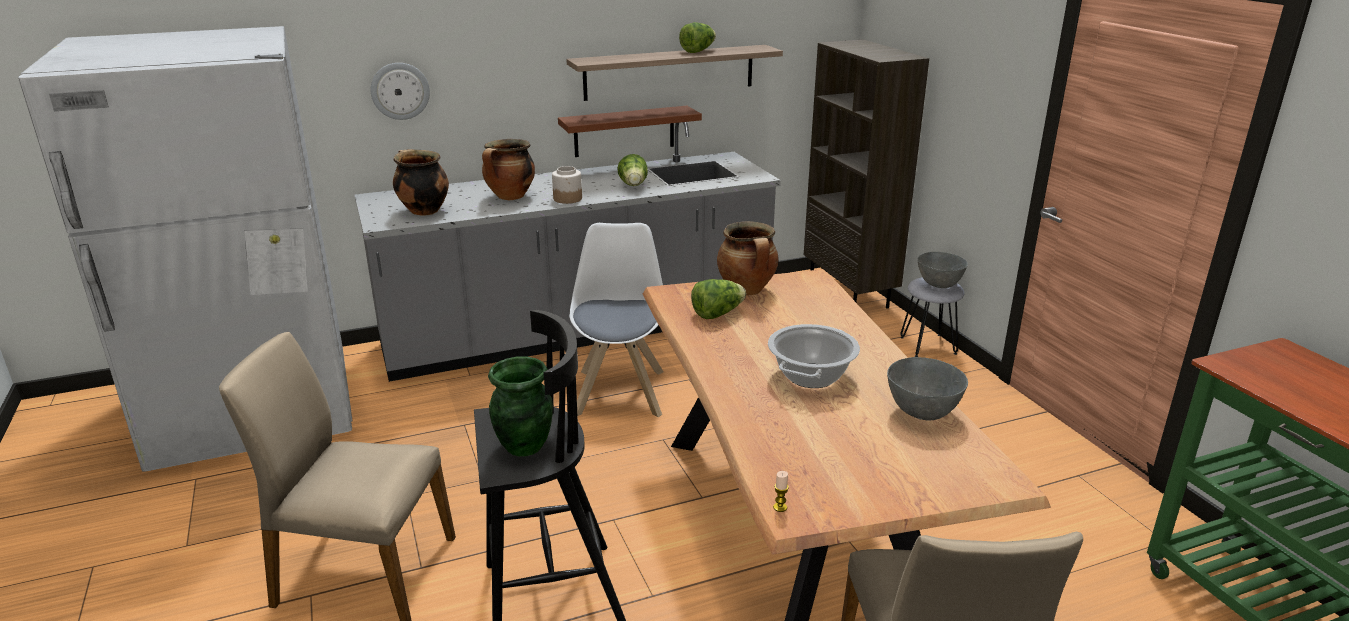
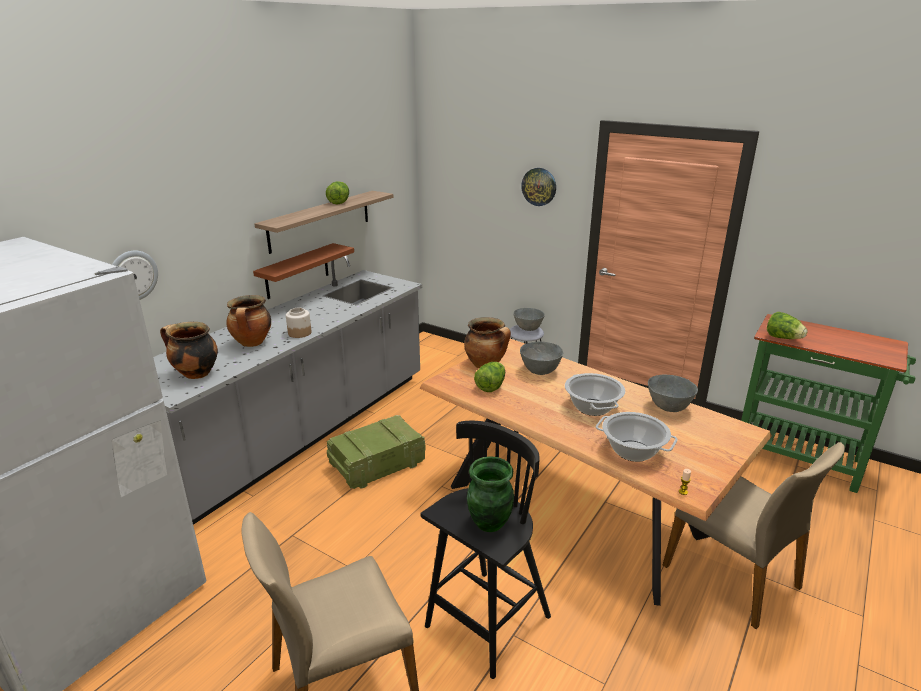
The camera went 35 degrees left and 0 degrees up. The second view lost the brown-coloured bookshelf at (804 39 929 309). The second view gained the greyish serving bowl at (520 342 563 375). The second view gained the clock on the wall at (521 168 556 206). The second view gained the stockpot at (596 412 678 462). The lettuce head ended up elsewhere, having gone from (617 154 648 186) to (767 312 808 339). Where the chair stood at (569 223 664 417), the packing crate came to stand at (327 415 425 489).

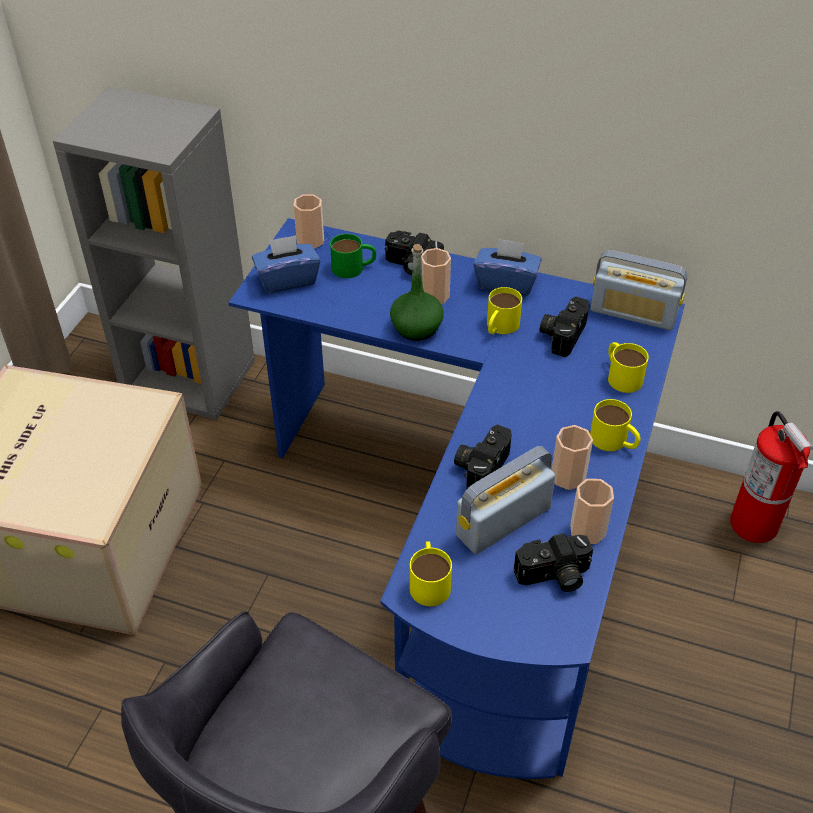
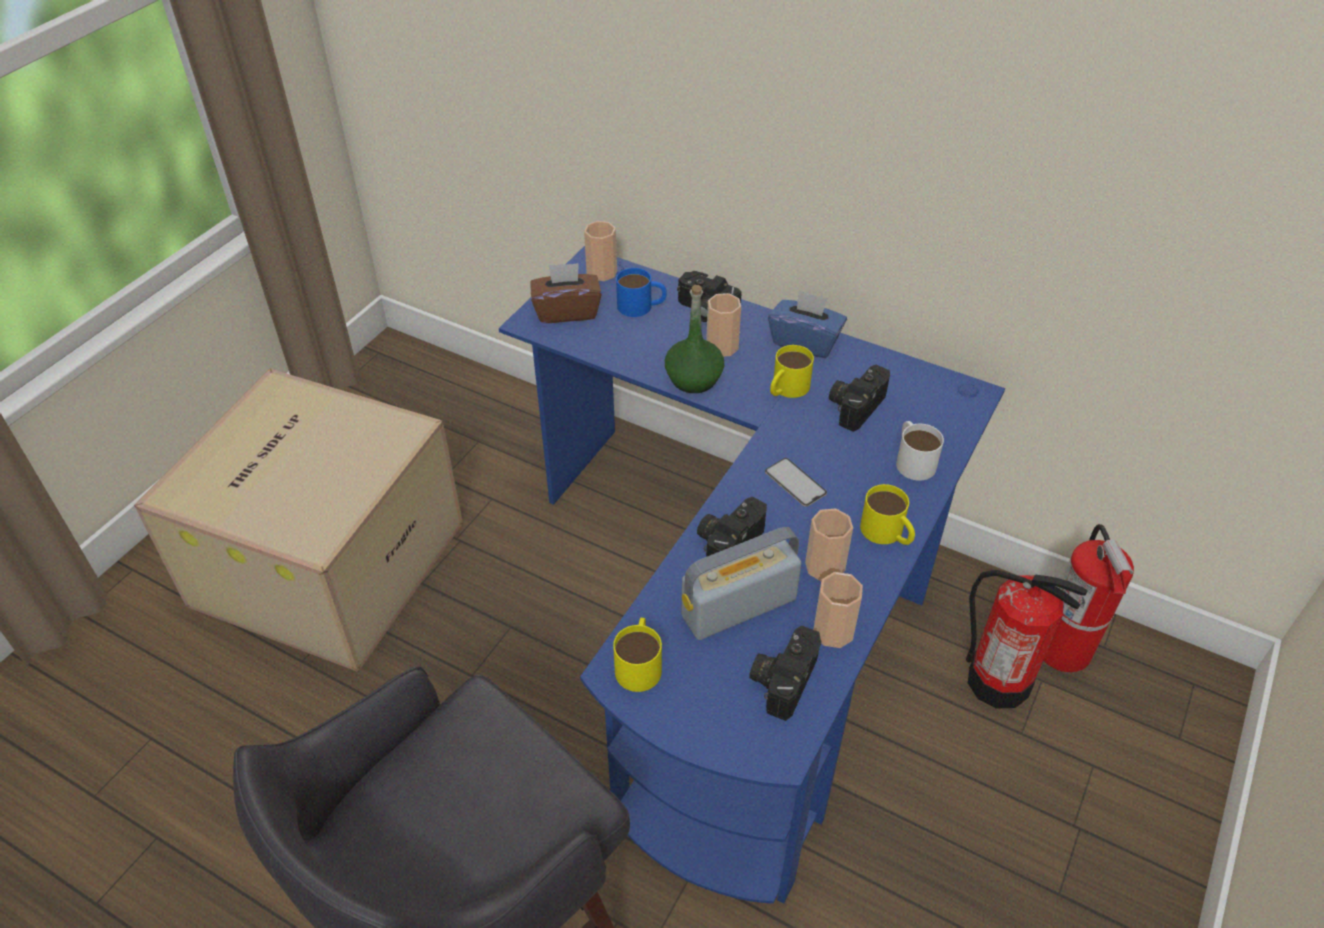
The camera went 10 degrees right and 0 degrees up. The second view lost the greyish bookshelf at (53 87 255 420). The second view lost the radio set at (591 250 687 330). The second view gained the telephone at (765 458 827 507). The second view gained the fire-fighting cylinder at (966 570 1088 709). What was the blue-coloured box of tissues at (252 235 320 293) turned into the brown-coloured box of tissues at (530 263 602 323). What was the greenish mug at (330 234 376 278) turned into the blue-coloured mug at (616 268 667 317). What was the yellow-coloured mug at (608 342 649 393) turned into the whitish mug at (896 421 944 481). The photo camera at (514 533 593 592) ended up facing another way, 120 degrees clockwise from before.

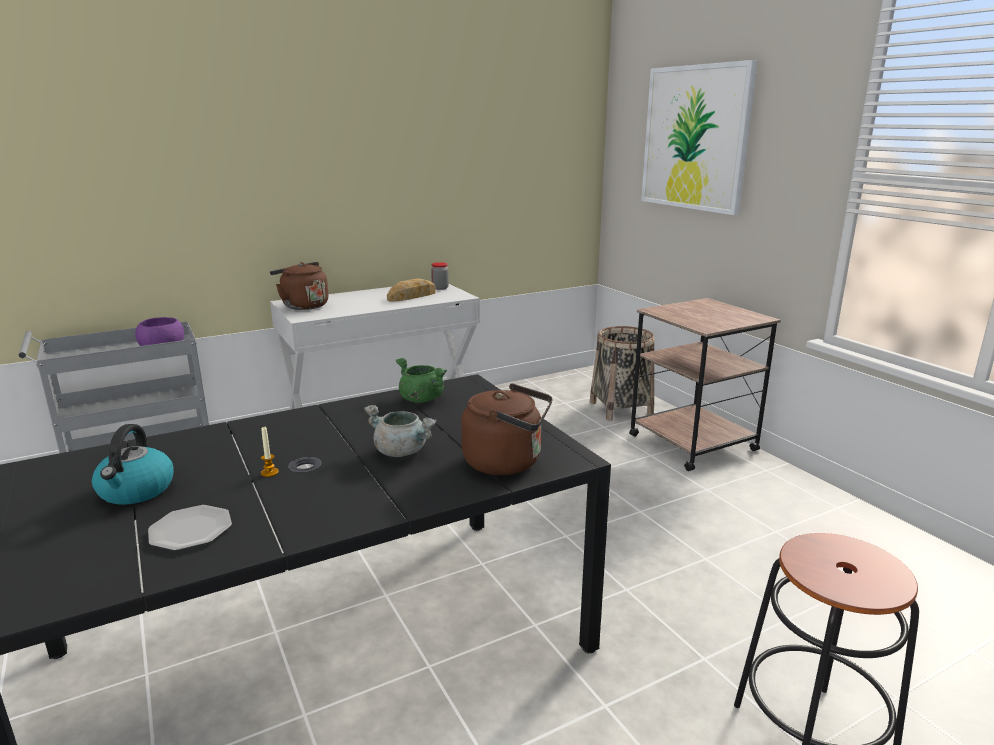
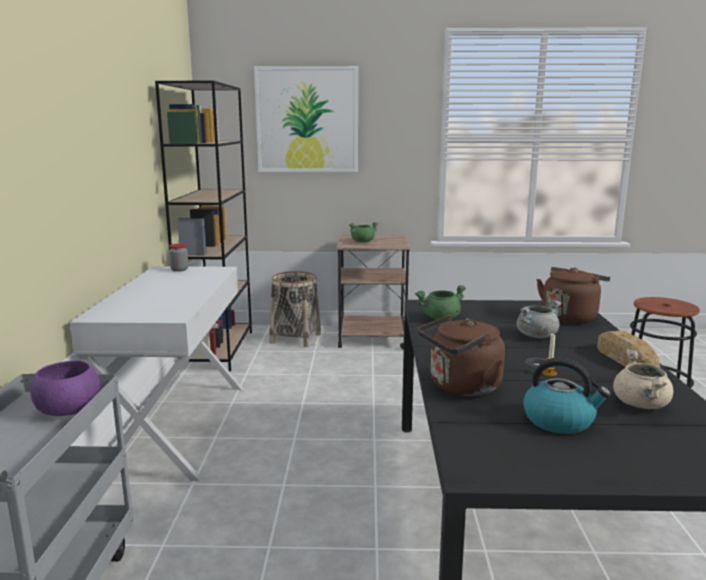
The camera went 60 degrees left and 5 degrees down. The second view gained the beige-coloured bookshelf at (155 81 252 371). The second view gained the greenish stockpot at (349 222 379 242). The brown-coloured kettle ended up elsewhere, having gone from (270 262 329 310) to (418 315 505 396). The bakery bread ended up elsewhere, having gone from (387 278 436 302) to (597 331 661 368). Where the dinner plate stood at (148 505 232 551), the beige-coloured stockpot came to stand at (613 349 673 409).

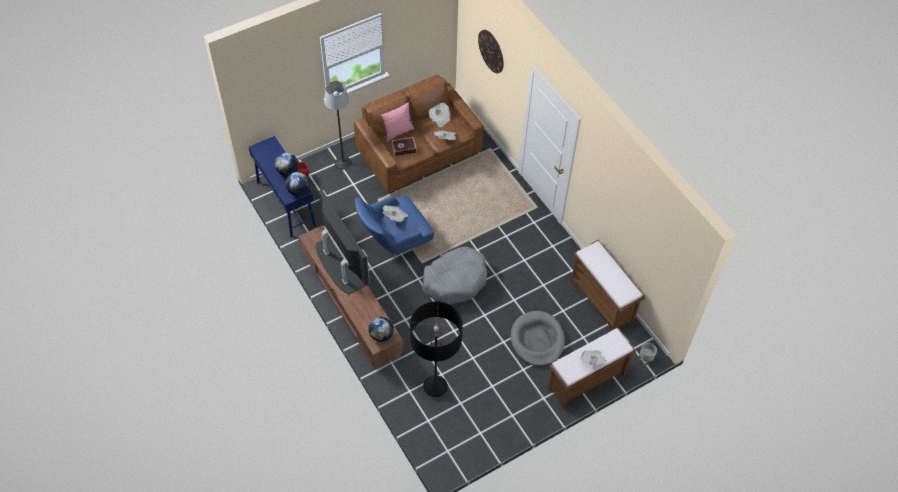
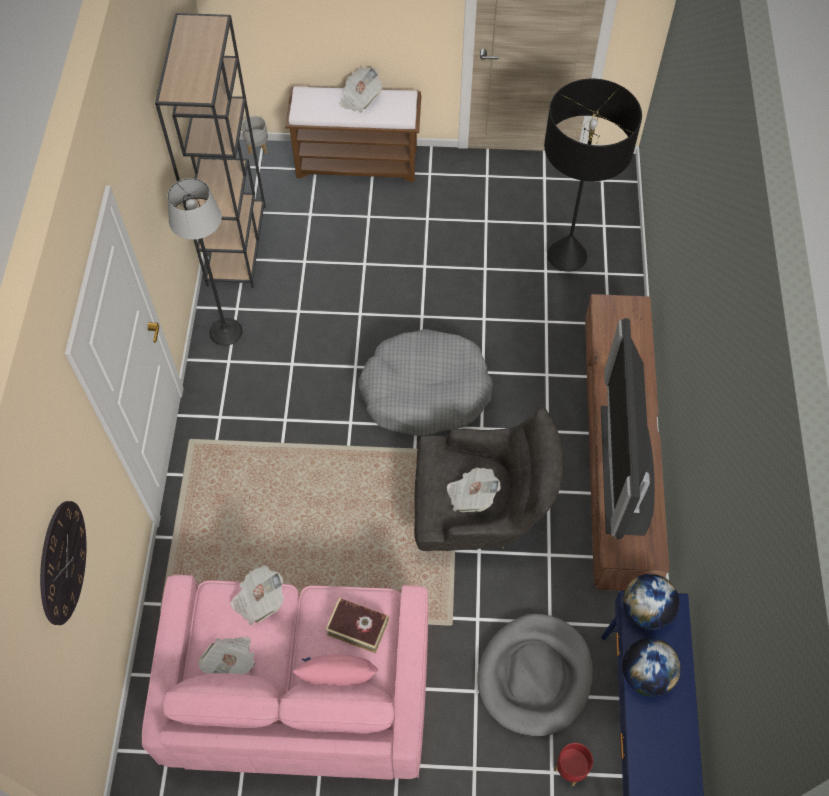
The camera went 145 degrees left and 5 degrees up. The second view lost the desk globe at (368 317 394 342). The floor lamp ended up elsewhere, having gone from (324 81 352 170) to (167 178 242 346). The greyish dog bed ended up elsewhere, having gone from (511 311 565 366) to (478 614 593 736). Where the brown-coloured long seat stood at (571 240 645 331), the bookshelf came to stand at (155 13 266 288). What was the brown-coloured settee at (354 74 484 193) turned into the pinkish settee at (142 575 428 780). What was the blue-coloured easy chair at (355 195 434 261) turned into the greyish easy chair at (414 408 564 551).

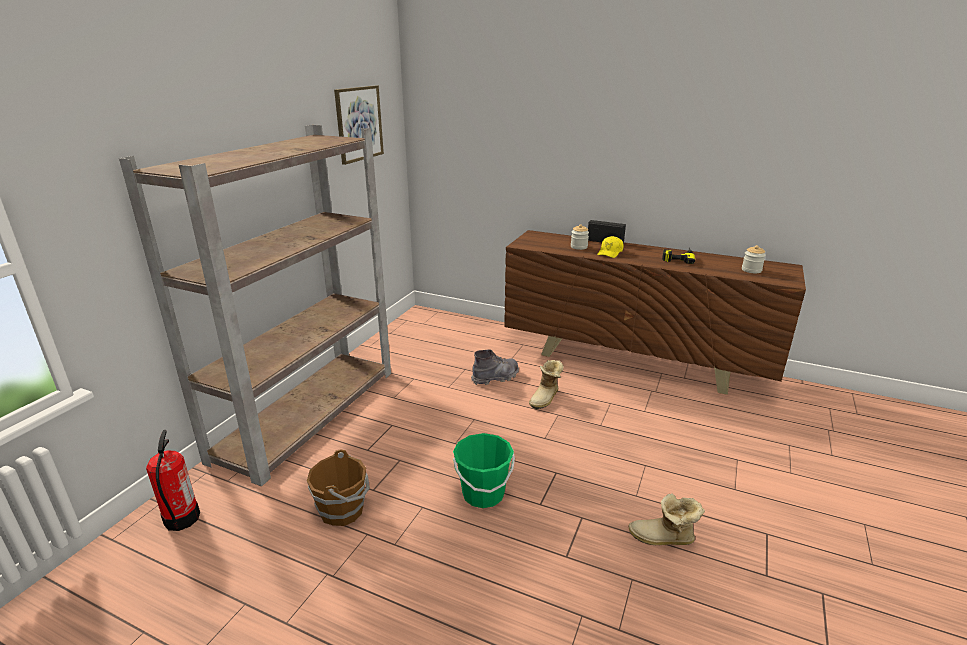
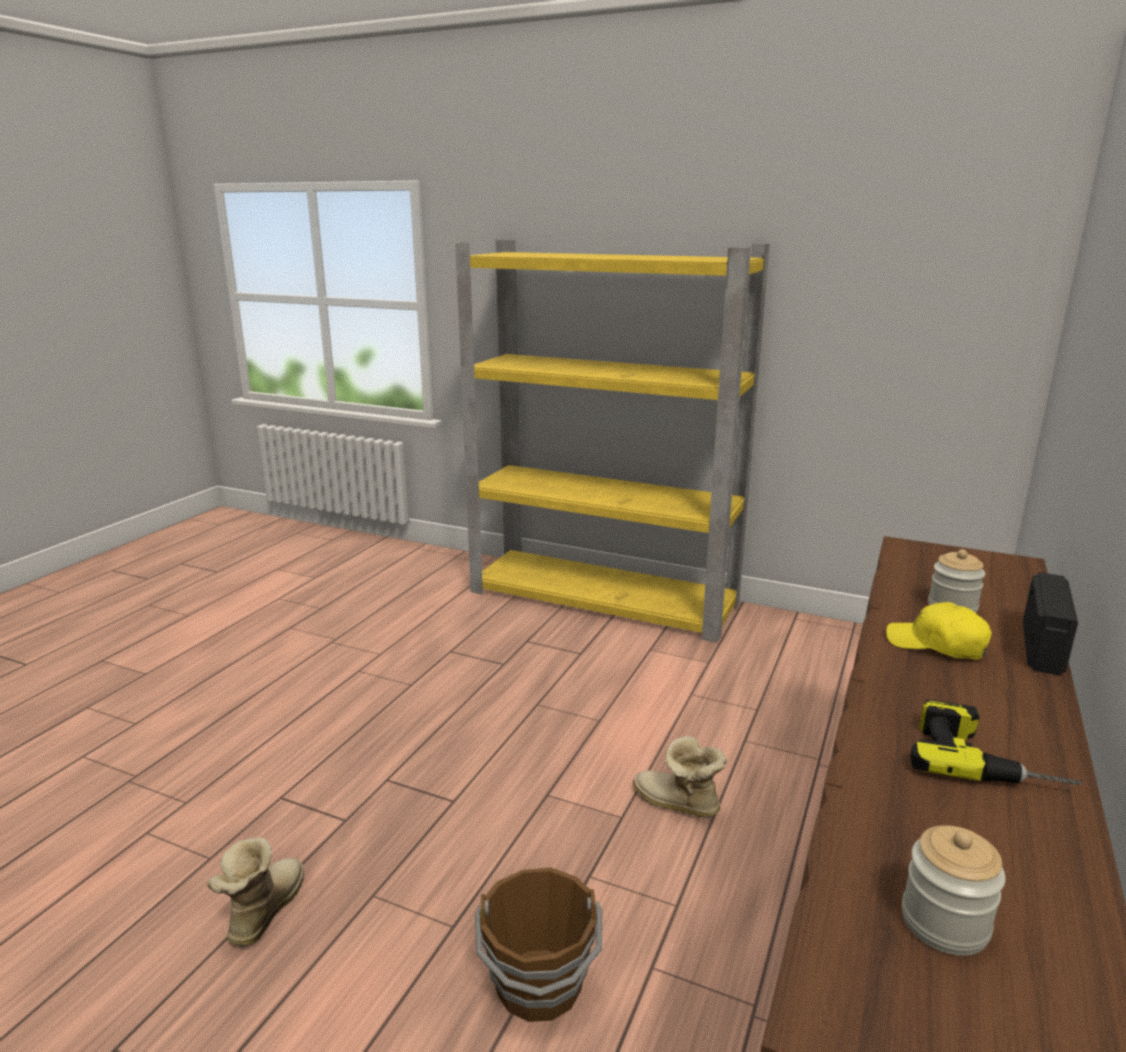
The camera went 90 degrees right and 5 degrees down. The second view lost the fire-fighting cylinder at (146 430 200 531). The second view lost the picture at (334 85 384 165). The second view lost the greenish water bucket at (453 433 515 508). The second view lost the greyish tall boot at (471 349 519 385). The brown-coloured water bucket ended up elsewhere, having gone from (307 449 370 526) to (475 867 602 1022). What was the brown-coloured bookshelf at (119 125 391 487) turned into the yellow-coloured bookshelf at (455 240 769 643).

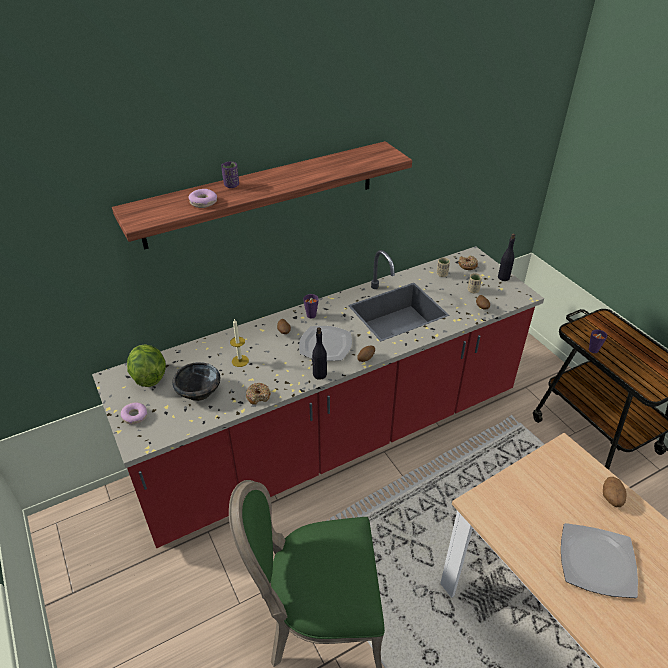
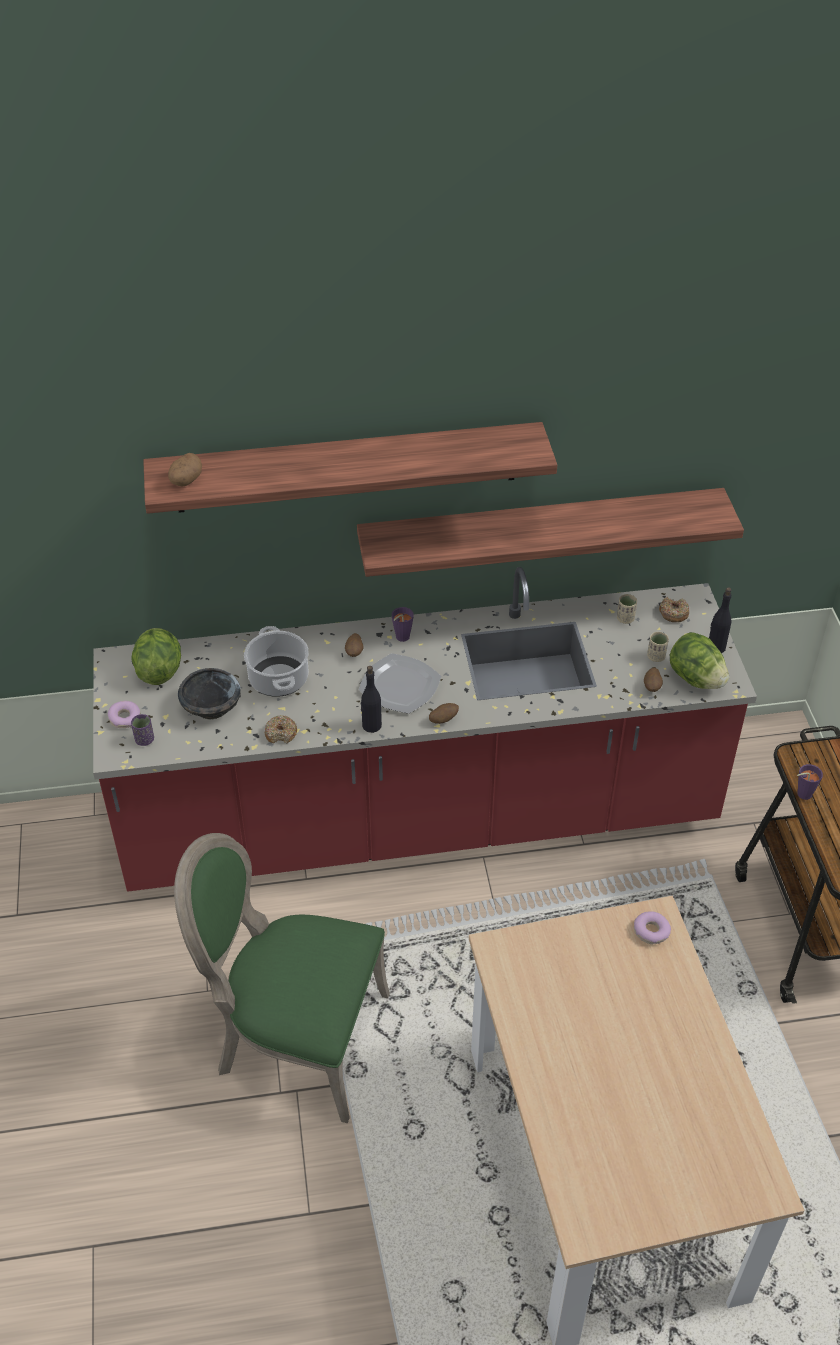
The camera went 20 degrees right and 5 degrees up. The second view lost the dinner plate at (561 523 638 598). The second view gained the shelf at (357 488 744 577). The second view gained the lettuce head at (670 632 729 689). The donut ended up elsewhere, having gone from (189 189 217 208) to (634 911 671 944). The purplish cup ended up elsewhere, having gone from (221 162 239 188) to (131 714 154 746). The spud ended up elsewhere, having gone from (603 477 626 507) to (168 453 202 486). Where the wax light stood at (230 318 249 367), the stockpot came to stand at (244 626 309 697).

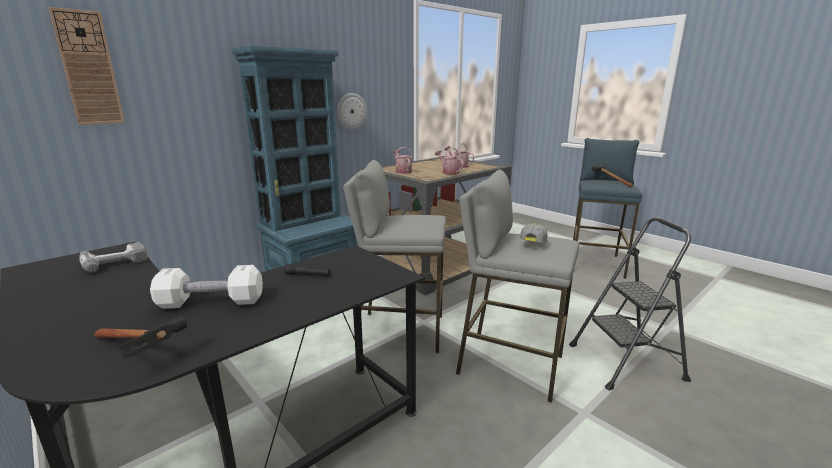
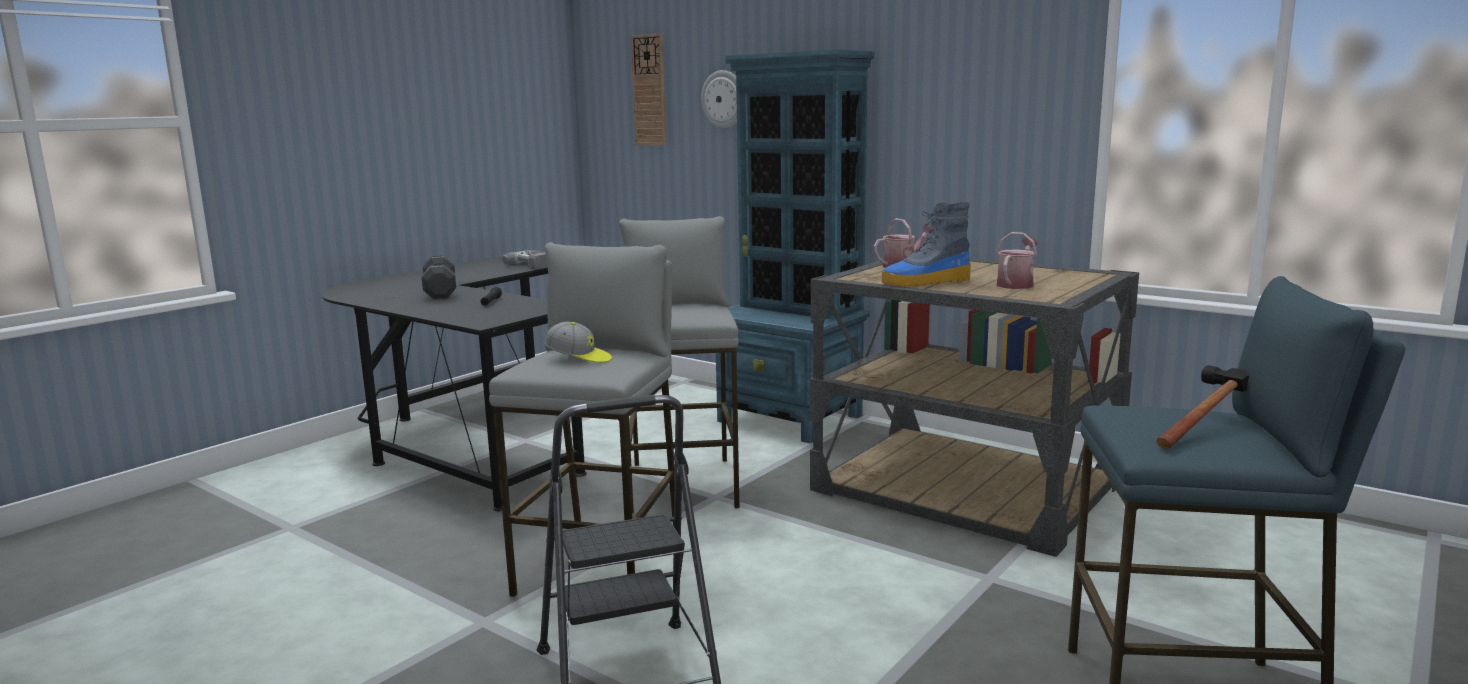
The camera went 80 degrees right and 5 degrees down. The second view lost the tool hammer at (94 316 187 359). The clock on the wall ended up elsewhere, having gone from (337 93 367 130) to (701 70 737 129). Where the sprinkling can stood at (435 148 464 175), the tall boot came to stand at (882 202 971 287). What was the whitish free weight at (150 265 263 309) turned into the black-coloured free weight at (422 255 456 299).

